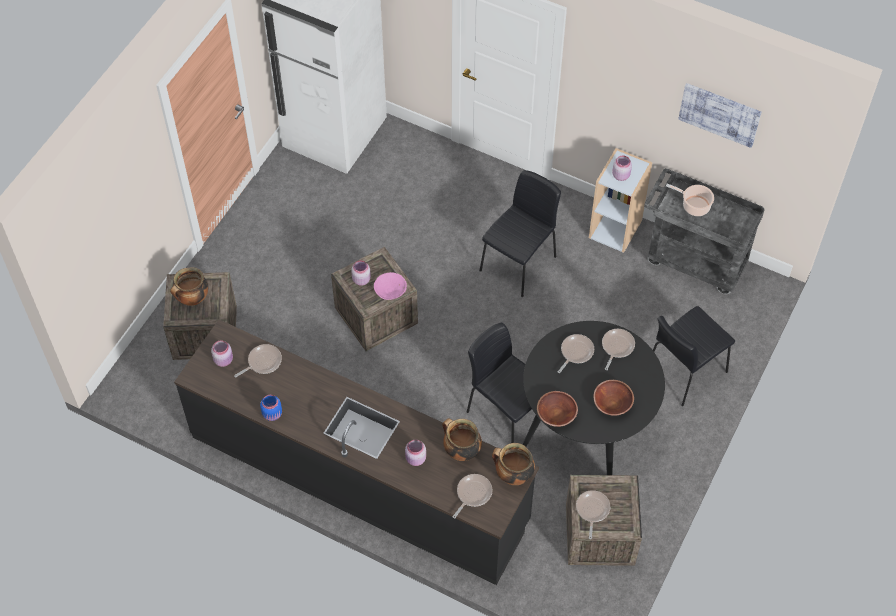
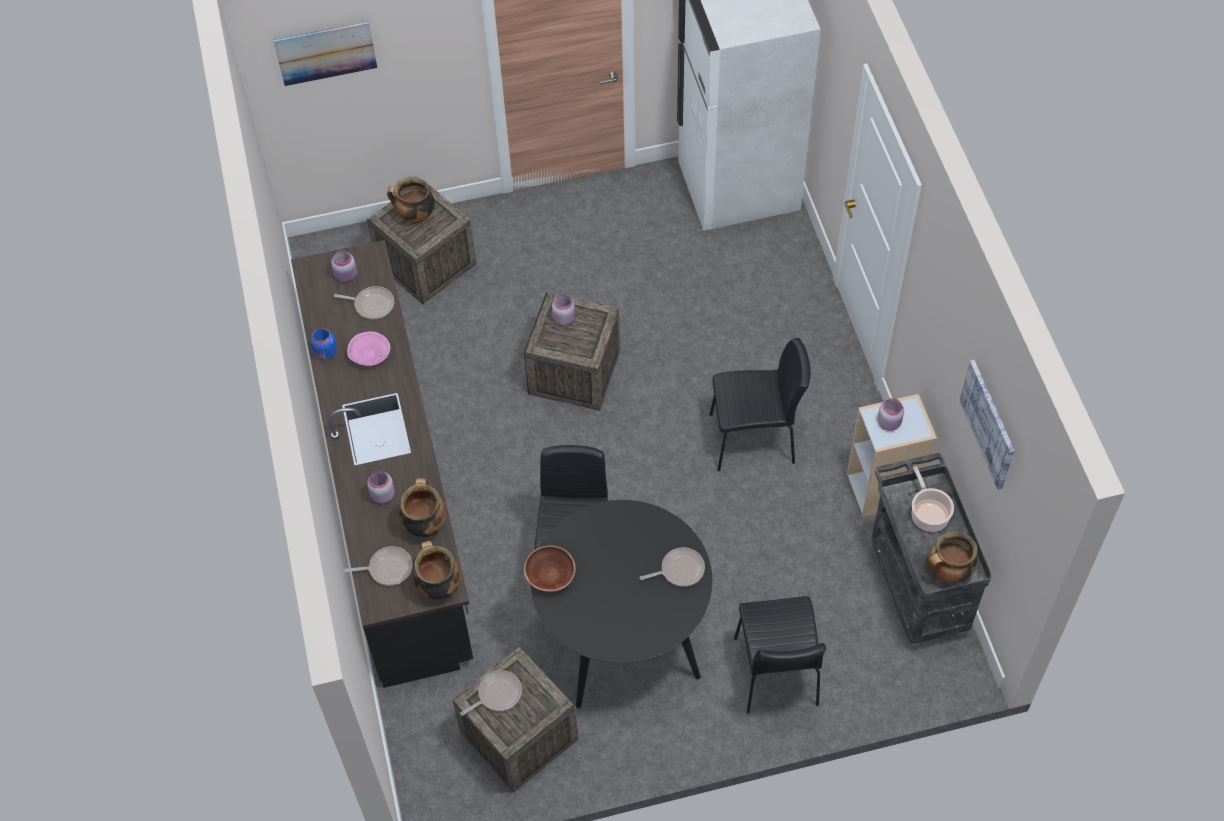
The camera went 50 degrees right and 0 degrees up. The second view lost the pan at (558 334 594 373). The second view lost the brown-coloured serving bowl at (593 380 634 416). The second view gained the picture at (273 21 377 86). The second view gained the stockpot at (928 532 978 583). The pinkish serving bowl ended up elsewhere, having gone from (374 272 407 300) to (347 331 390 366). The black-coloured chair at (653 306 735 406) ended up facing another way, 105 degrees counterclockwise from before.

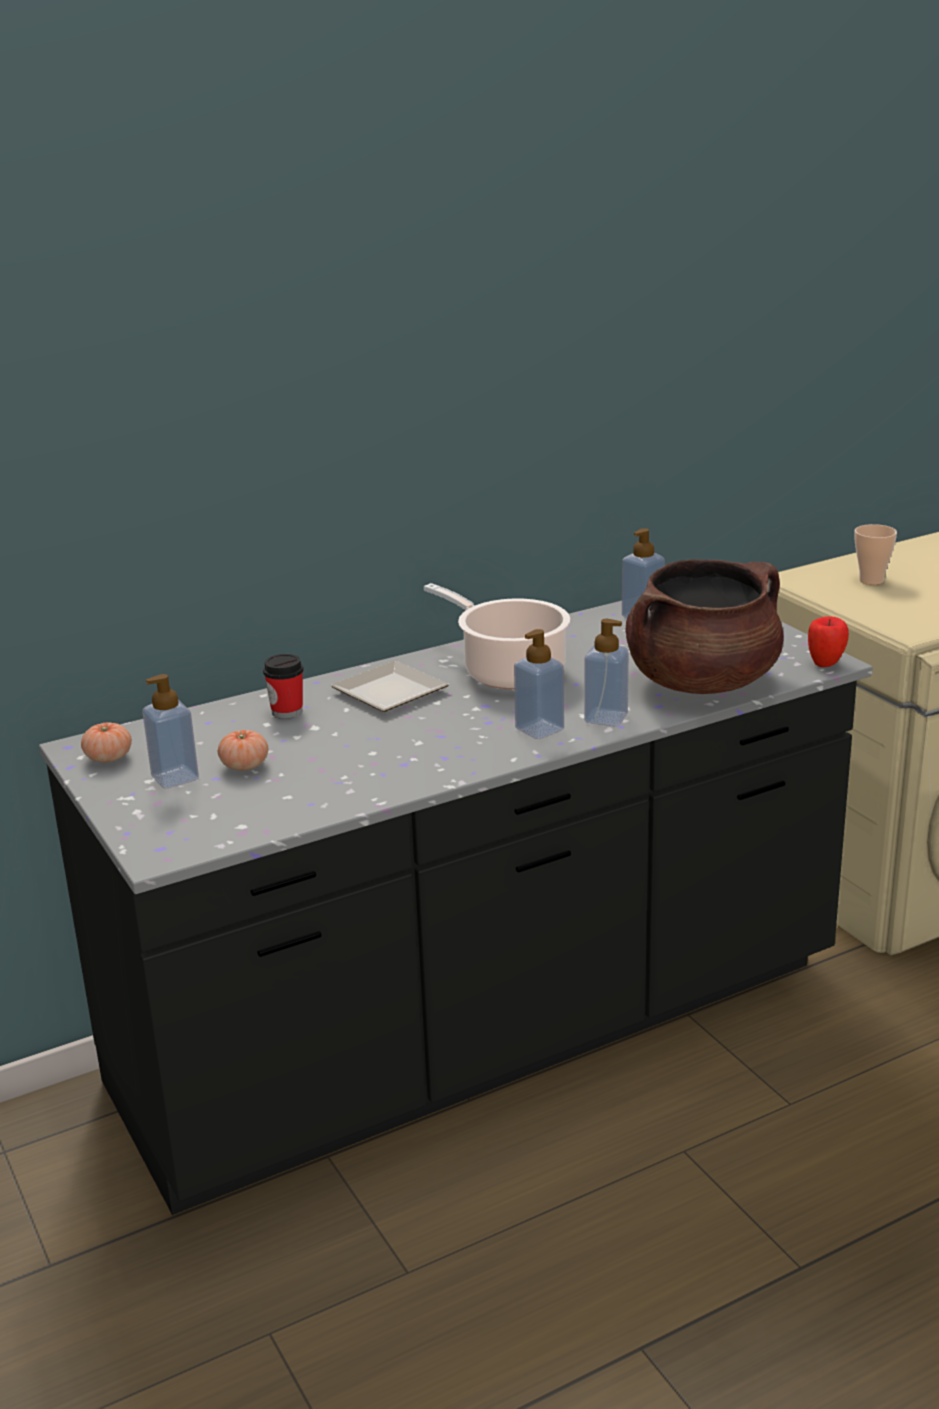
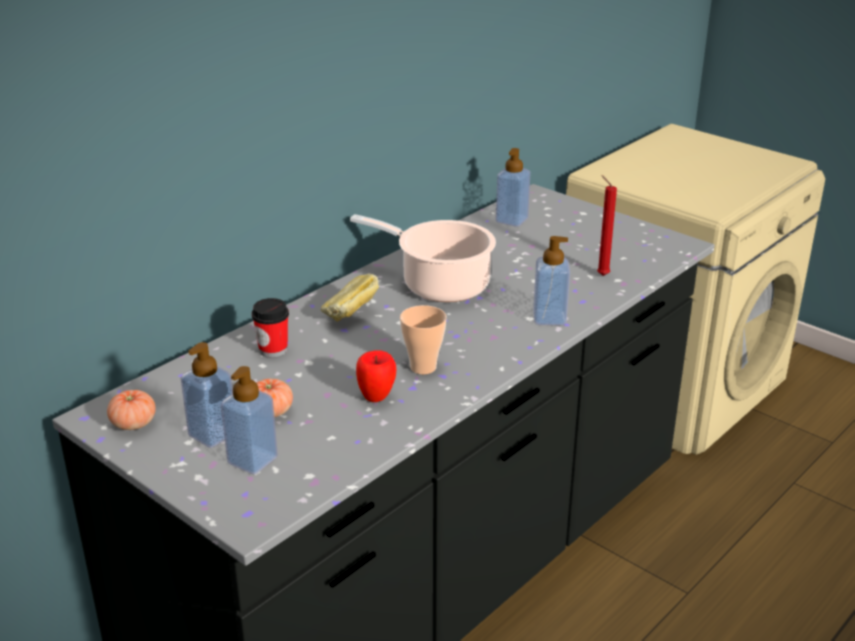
The camera went 20 degrees left and 5 degrees up. The liquid soap bottle ended up elsewhere, having gone from (514 629 564 739) to (221 366 278 474). The apple fruit ended up elsewhere, having gone from (808 616 849 667) to (356 350 396 402). The cup ended up elsewhere, having gone from (854 524 897 585) to (400 305 447 374). Where the dinner plate stood at (331 661 449 712), the bakery bread came to stand at (321 273 379 322). Where the brown-coloured stockpot stood at (626 559 784 694), the red-coloured wax light came to stand at (597 175 617 276).

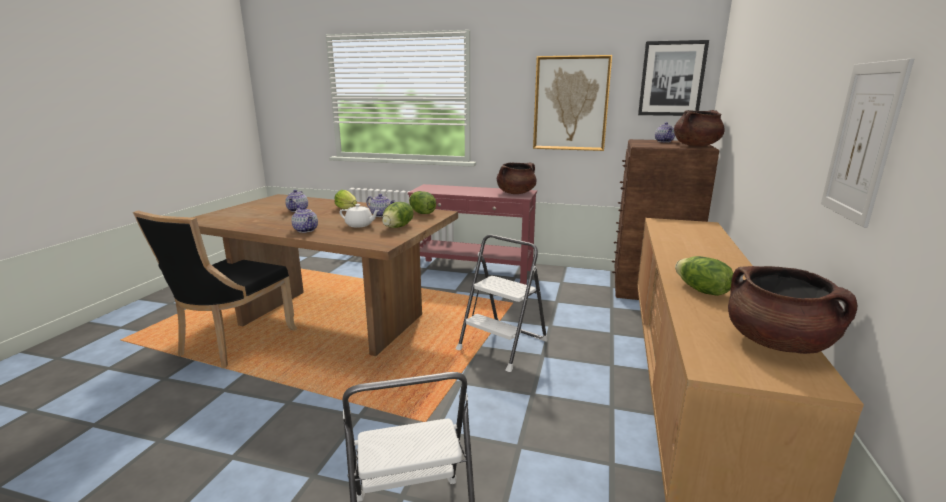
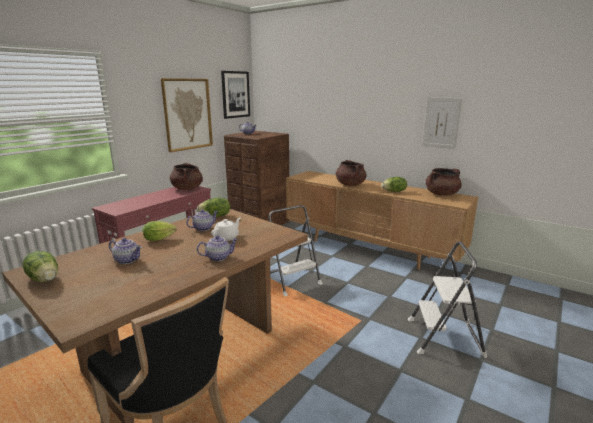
The camera went 70 degrees left and 0 degrees up. The lettuce head ended up elsewhere, having gone from (382 202 414 228) to (23 251 58 282). The brown-coloured stockpot ended up elsewhere, having gone from (674 110 725 146) to (336 160 367 186).

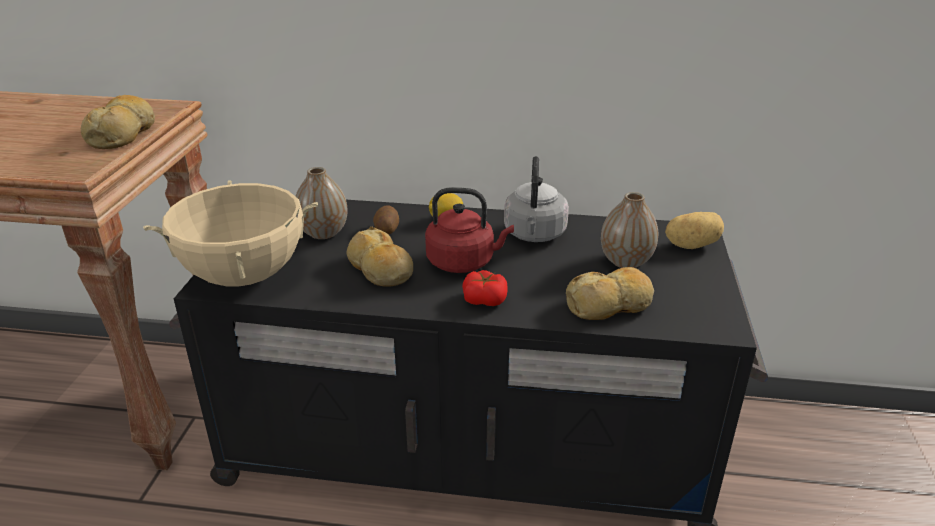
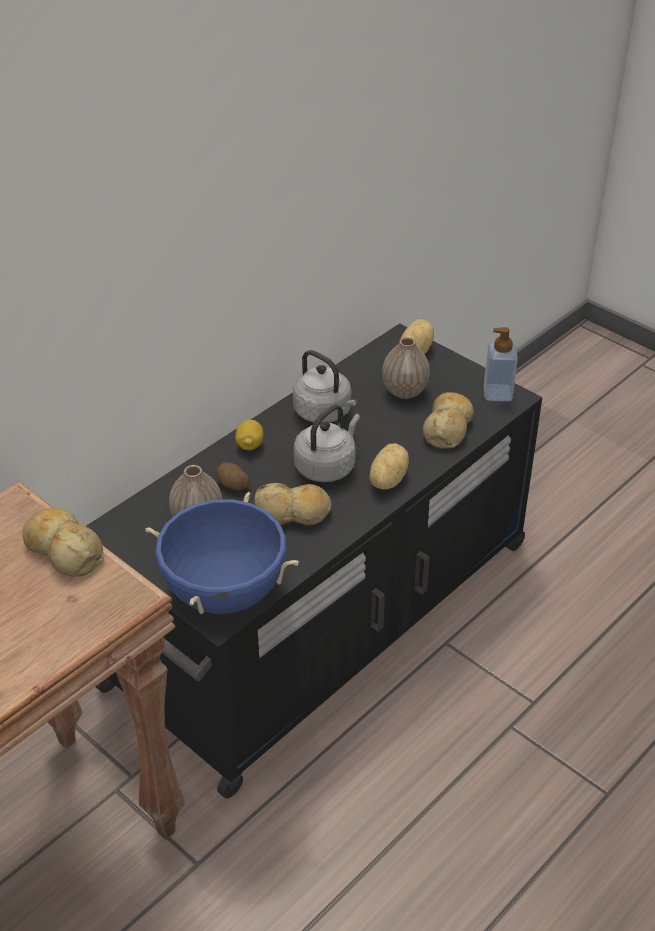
The camera went 55 degrees left and 10 degrees up. The second view gained the liquid soap bottle at (484 327 518 401). Where the tomato stood at (462 270 508 306), the spud came to stand at (370 443 409 490). What was the beige-coloured stockpot at (143 180 318 286) turned into the blue-coloured stockpot at (145 492 299 614). What was the red-coloured kettle at (425 187 514 273) turned into the greyish kettle at (294 405 361 482).

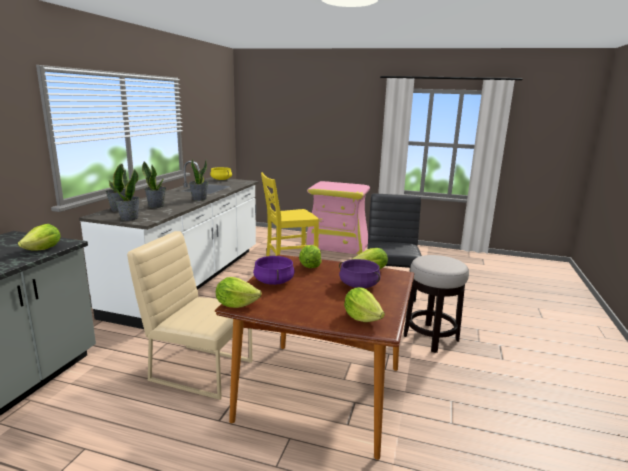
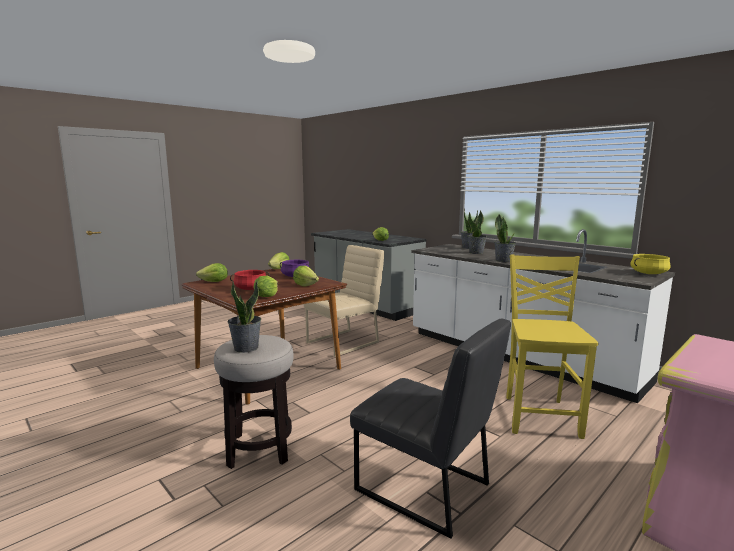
The camera went 120 degrees right and 5 degrees down. The houseplant ended up elsewhere, having gone from (115 169 140 221) to (227 281 261 353). What was the purplish stockpot at (339 259 381 288) turned into the red-coloured stockpot at (230 270 270 290).

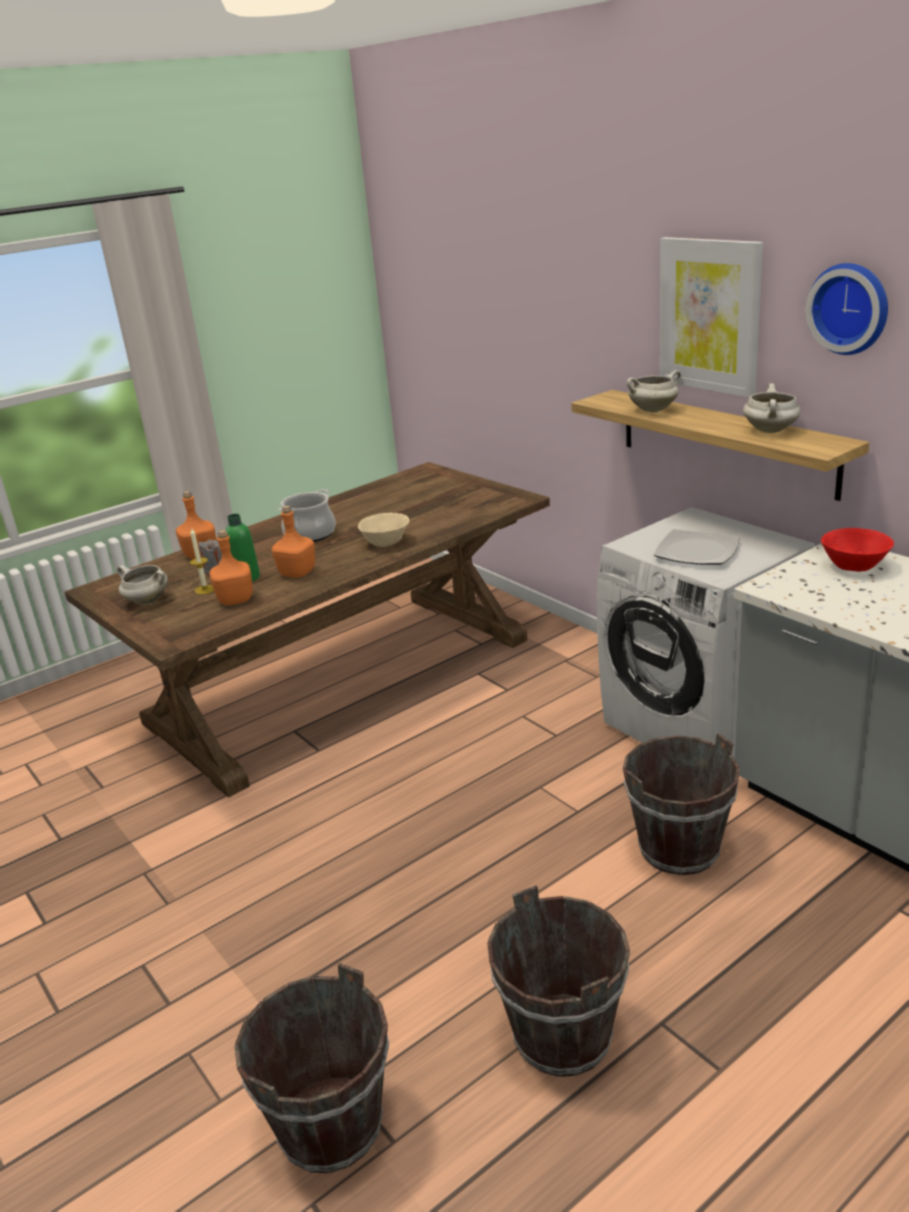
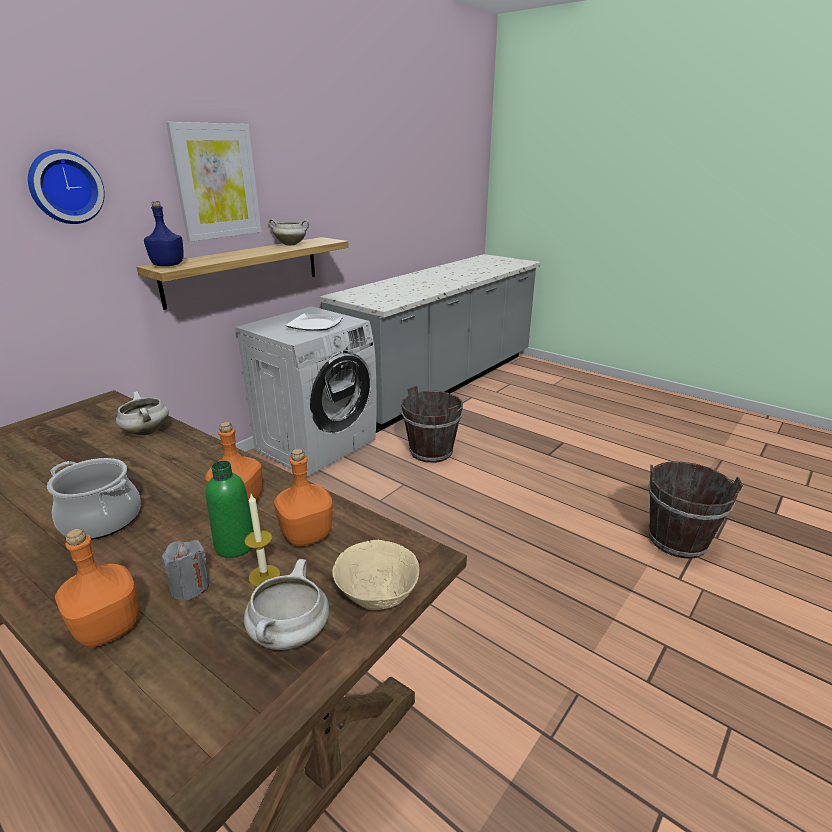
The camera went 105 degrees left and 0 degrees up. The second view lost the brown-coloured water bucket at (487 885 630 1077). The second view lost the red-coloured serving bowl at (821 528 894 571). The second view gained the blue-coloured drink bottle at (144 201 184 266). The beige-coloured serving bowl ended up elsewhere, having gone from (358 513 410 547) to (332 540 419 610). The whitish stockpot ended up elsewhere, having gone from (627 370 681 412) to (116 391 169 435). The clock on the wall ended up elsewhere, having gone from (806 263 888 355) to (28 149 105 224).

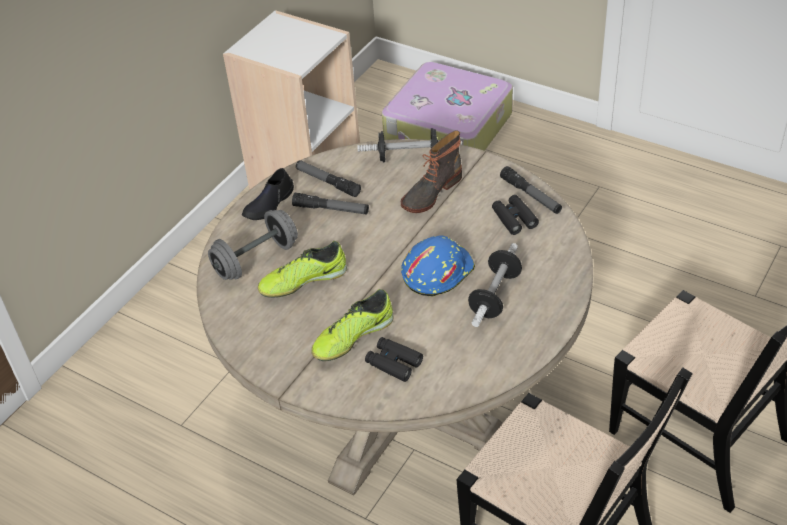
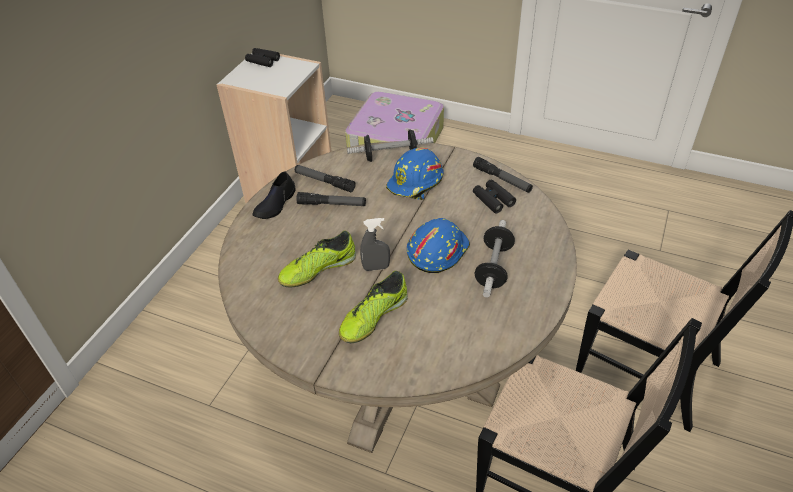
The camera went 10 degrees left and 0 degrees up. The second view lost the greyish free weight at (208 210 298 280). The second view gained the greyish sprayer at (360 218 390 271). The black-coloured pair of binoculars ended up elsewhere, having gone from (365 337 423 382) to (245 48 280 67). Where the tall boot stood at (401 130 462 213), the blue-coloured work helmet came to stand at (386 148 444 200).

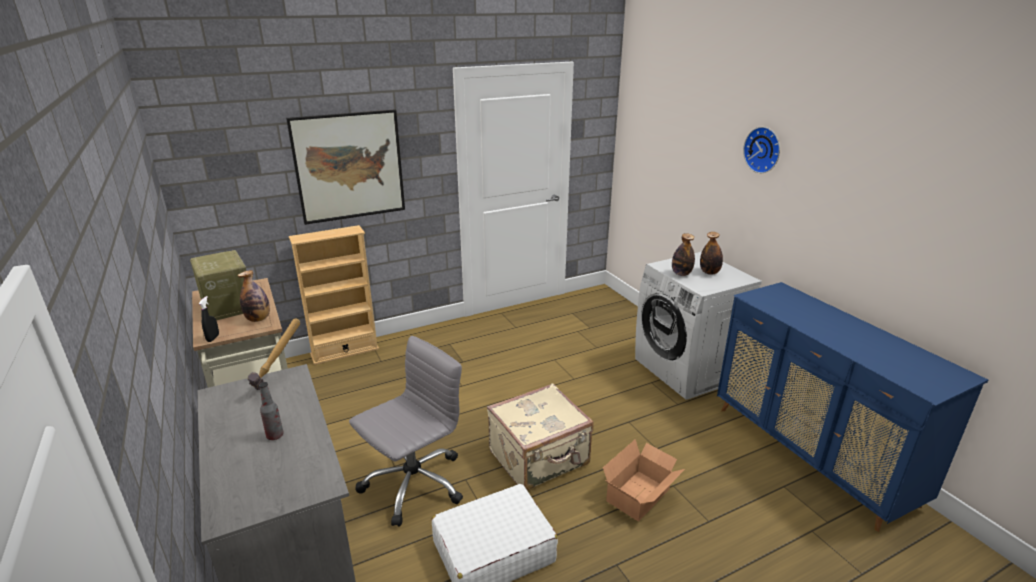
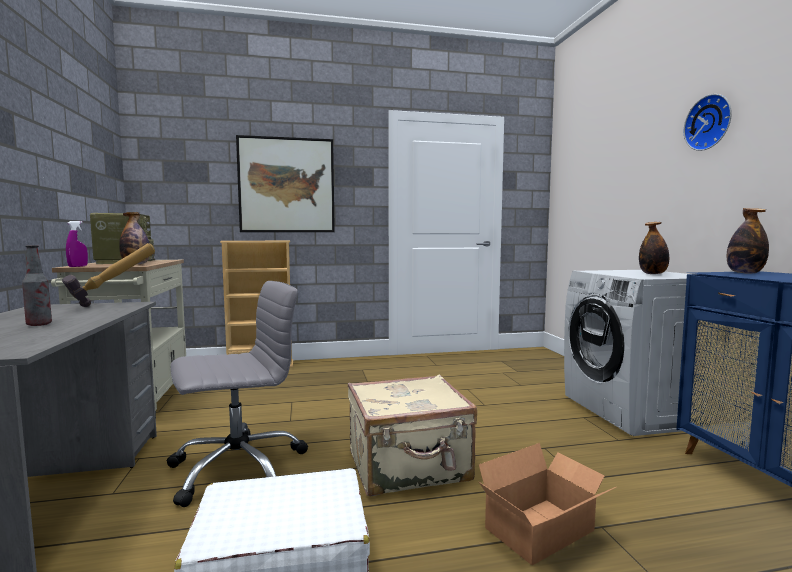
The camera went 15 degrees right and 20 degrees down. The drink bottle ended up elsewhere, having gone from (672 234 695 276) to (727 208 769 274). What was the black-coloured sprayer at (199 296 219 342) turned into the purplish sprayer at (66 221 88 267).

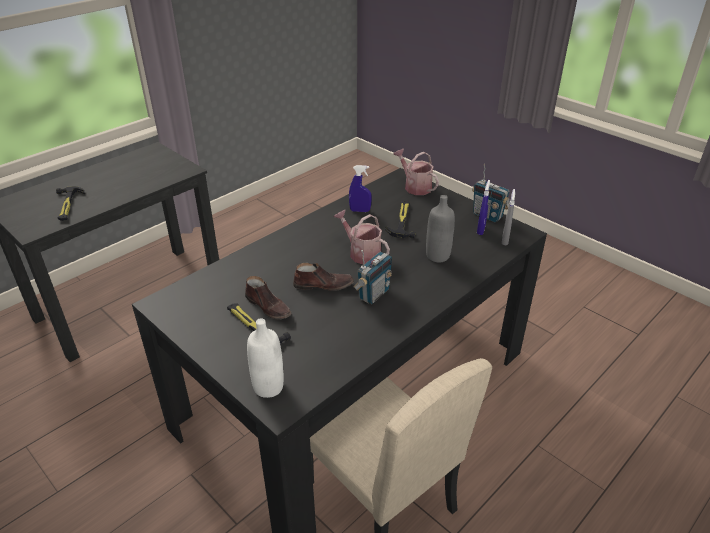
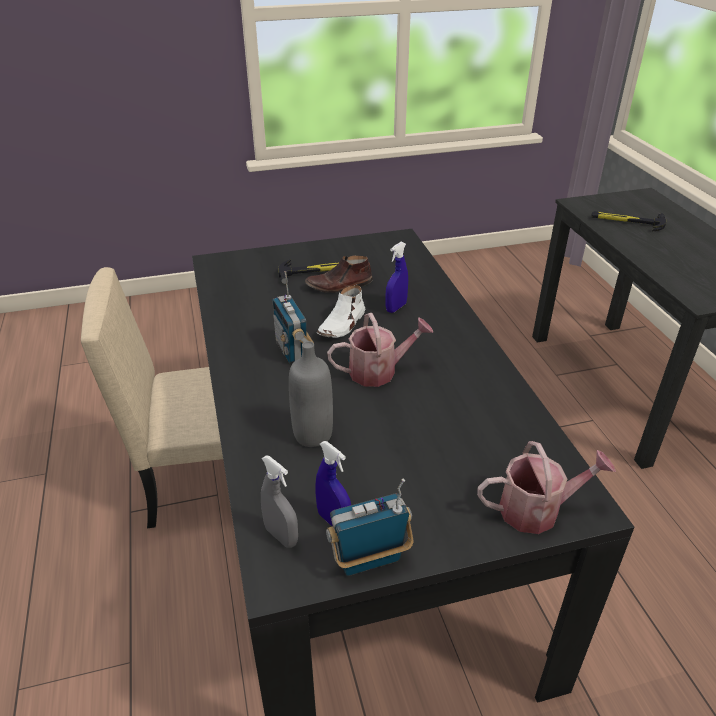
The camera went 120 degrees right and 0 degrees up. The second view lost the whitish drink bottle at (247 318 284 398). The second view lost the tool hammer at (385 201 415 238). The blue-coloured sprayer ended up elsewhere, having gone from (349 165 372 212) to (385 242 408 313). What was the brown-coloured item of footwear at (293 263 354 291) turned into the whitish item of footwear at (317 285 365 337).

